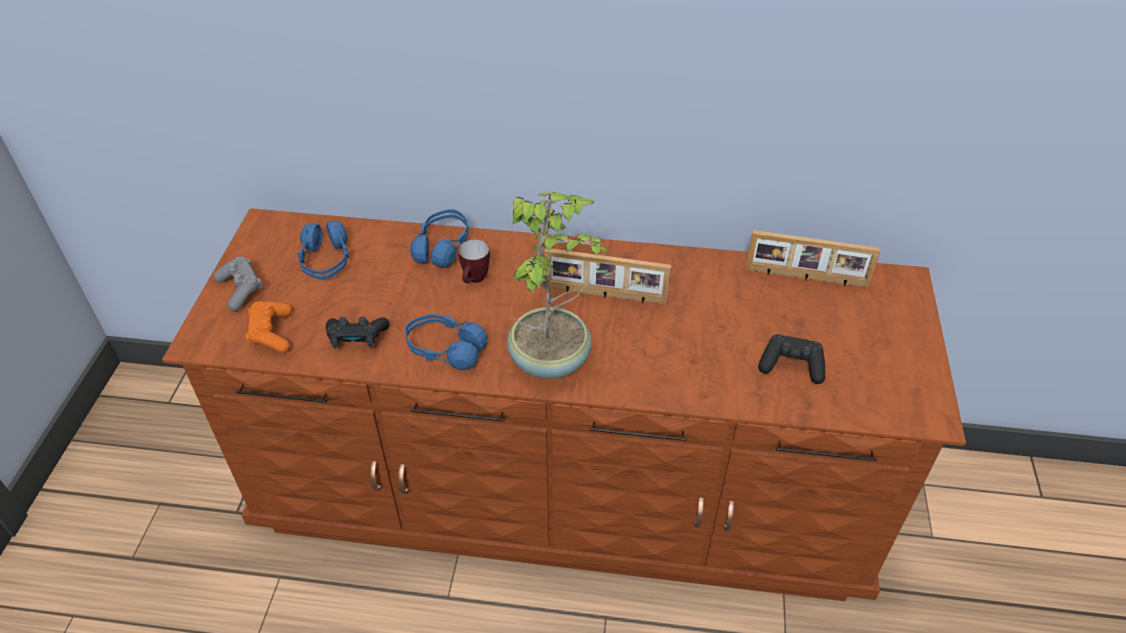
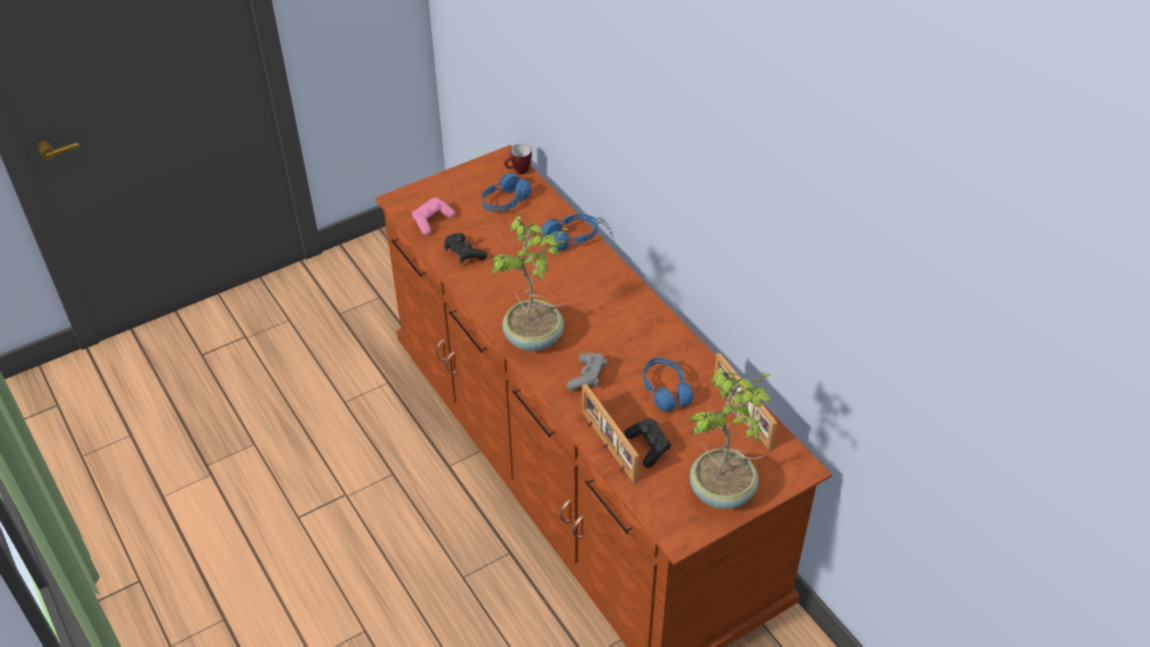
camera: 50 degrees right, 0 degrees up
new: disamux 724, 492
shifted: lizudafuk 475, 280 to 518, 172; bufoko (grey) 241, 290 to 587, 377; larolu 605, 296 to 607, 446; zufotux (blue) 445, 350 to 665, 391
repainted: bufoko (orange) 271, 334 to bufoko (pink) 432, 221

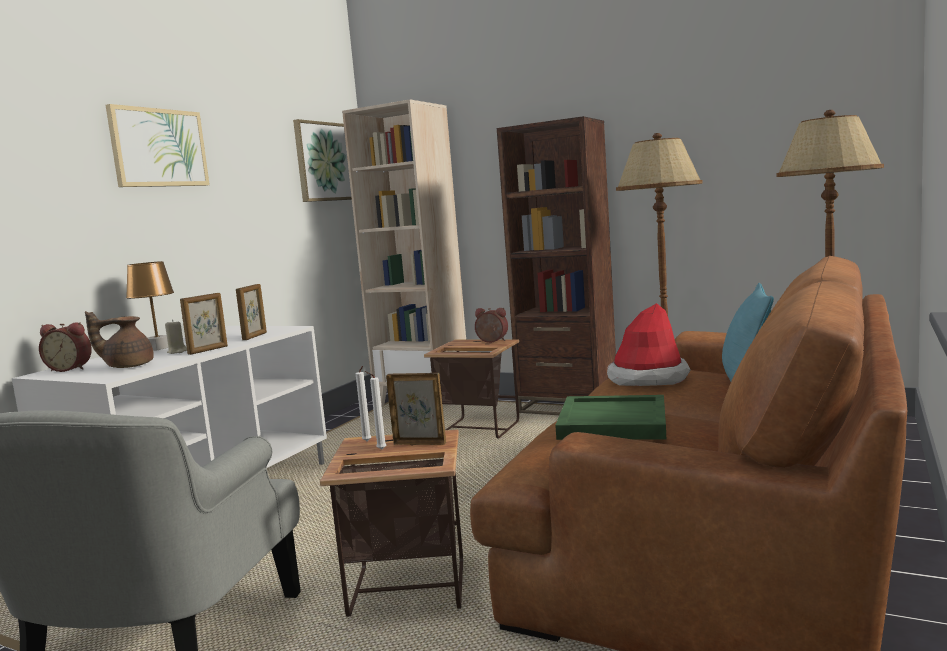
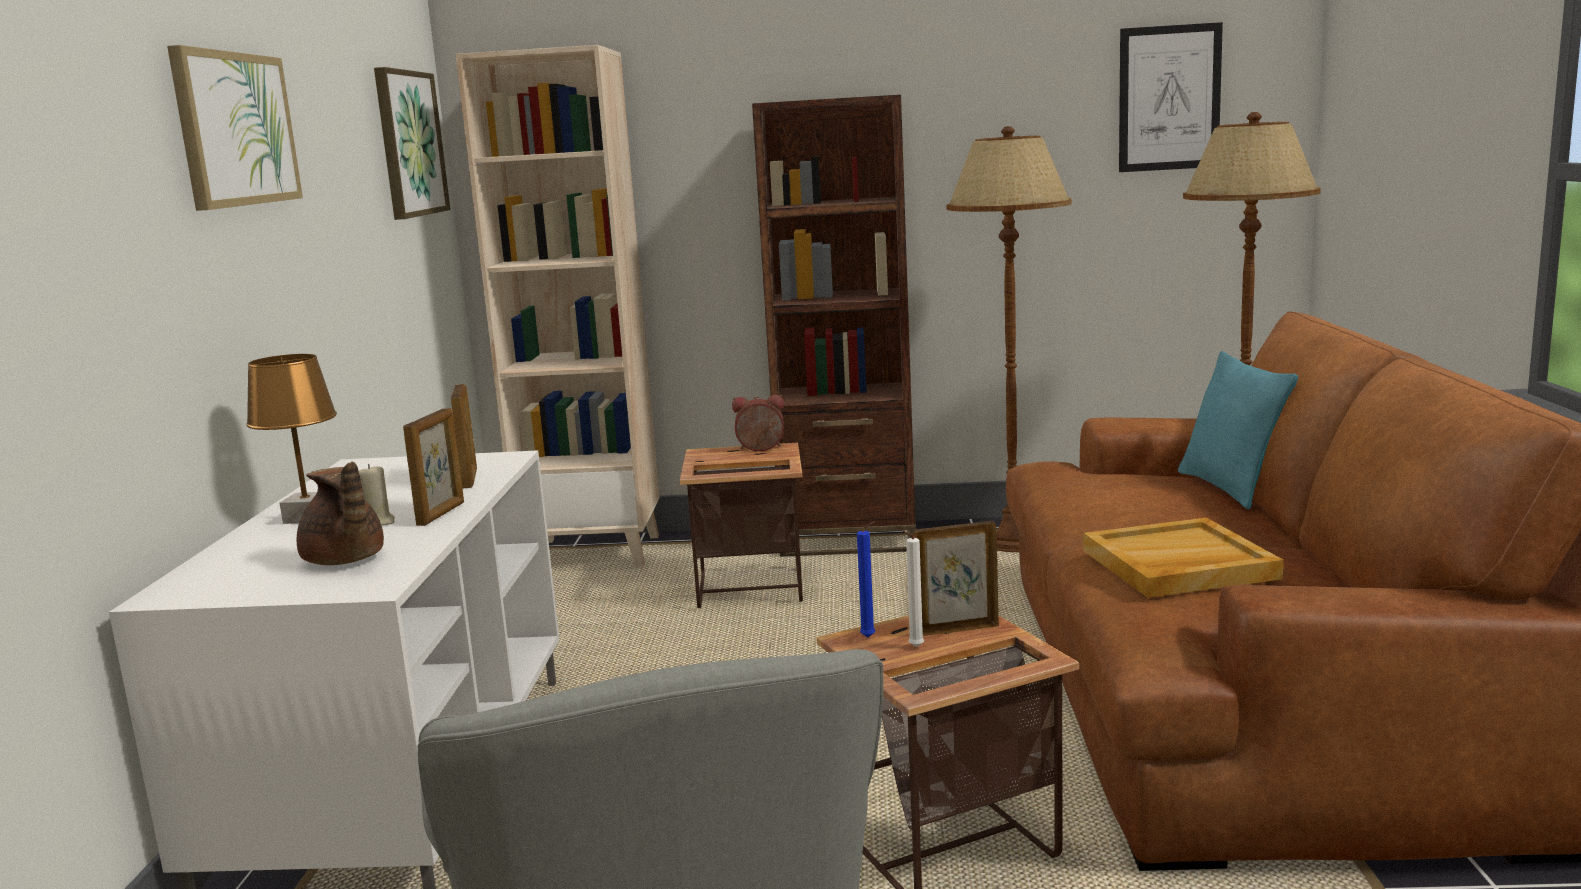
camera: 25 degrees left, 5 degrees up
gone: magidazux 71, 369; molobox 648, 378
new: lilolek 1169, 98
repainted: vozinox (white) 367, 442 to vozinox (blue) 870, 638; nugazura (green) 611, 423 to nugazura (beige) 1177, 565
rotated: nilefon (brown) 128, 366 = 344, 561 90 degrees counterclockwise

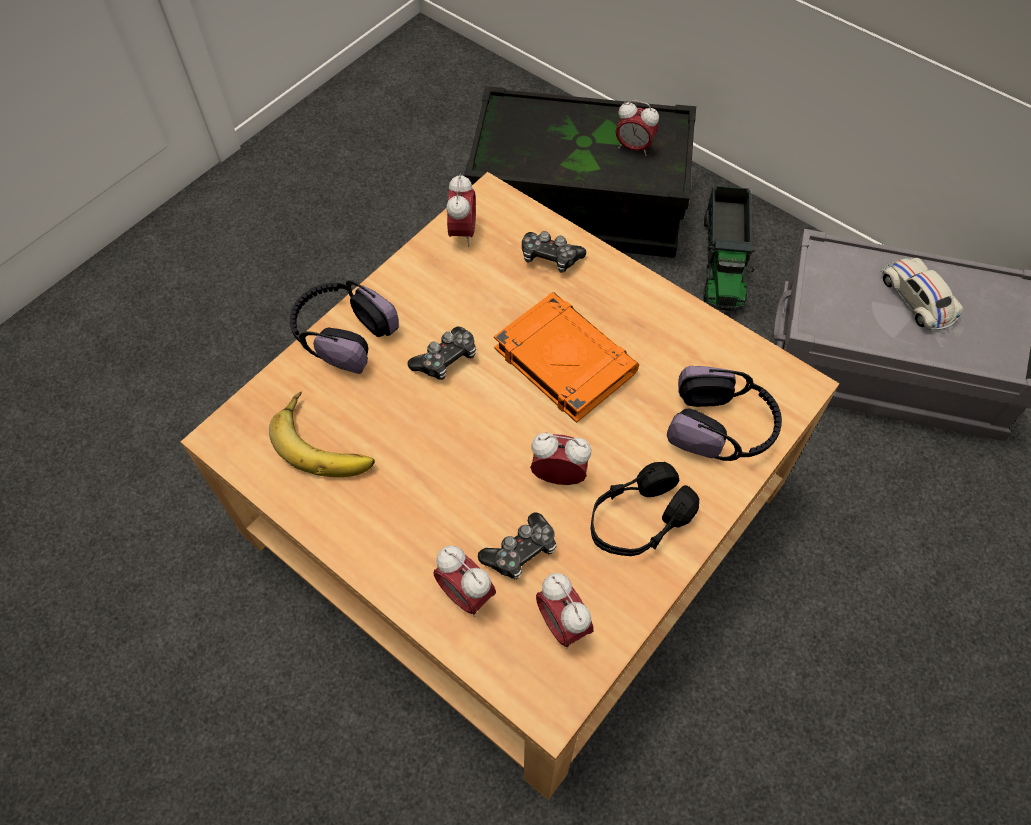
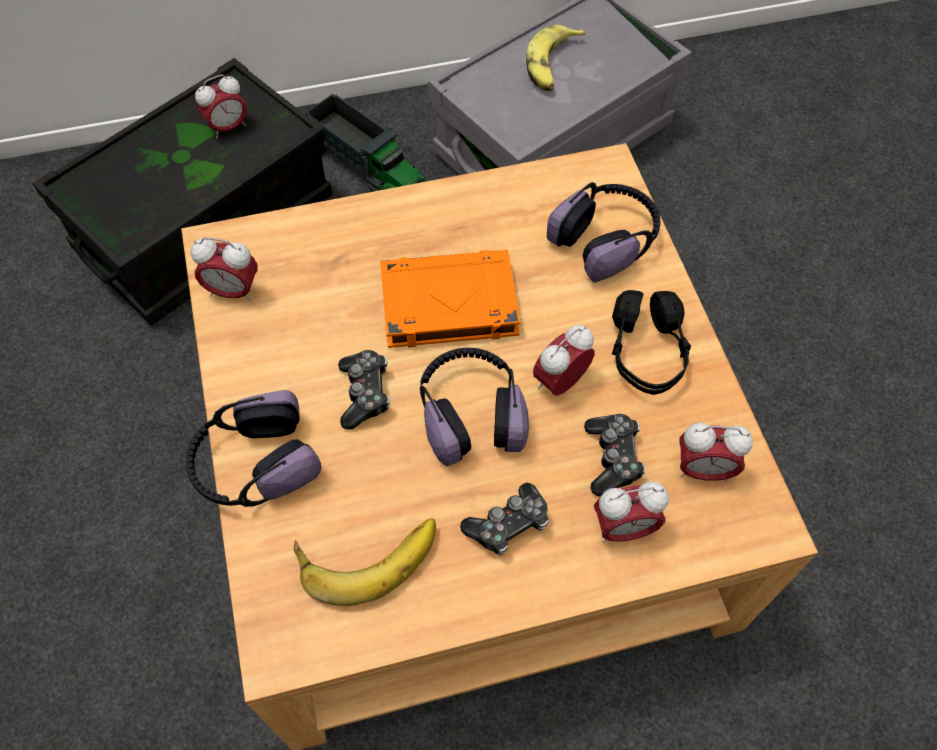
camera: 55 degrees left, 0 degrees up
new: zufotux 471, 413
shifted: bufoko 550, 257 to 508, 525
swapped: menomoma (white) 916, 298 to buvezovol 551, 65
rotated: magidazux 463, 232 = 233, 291 150 degrees clockwise

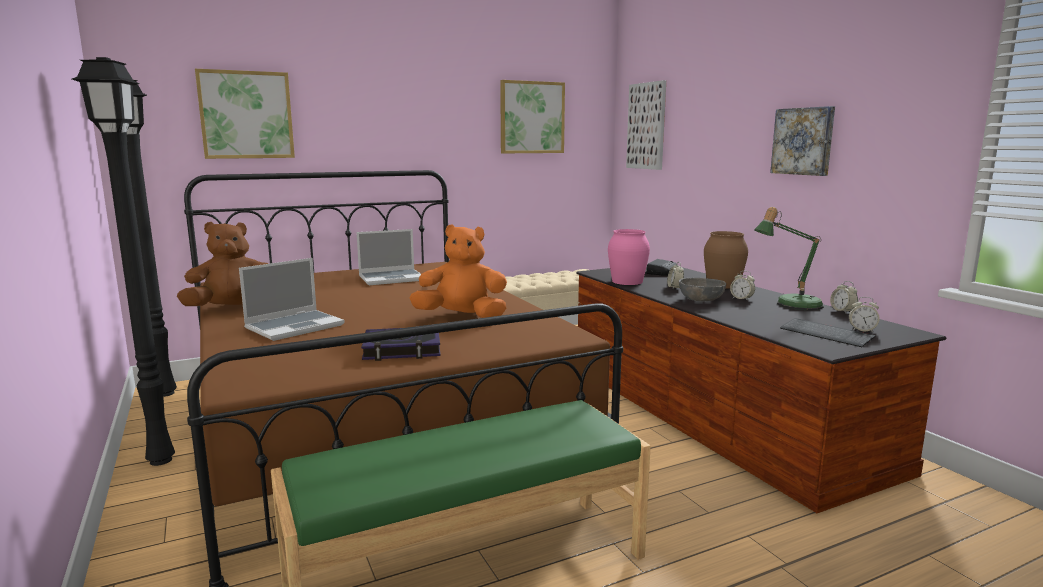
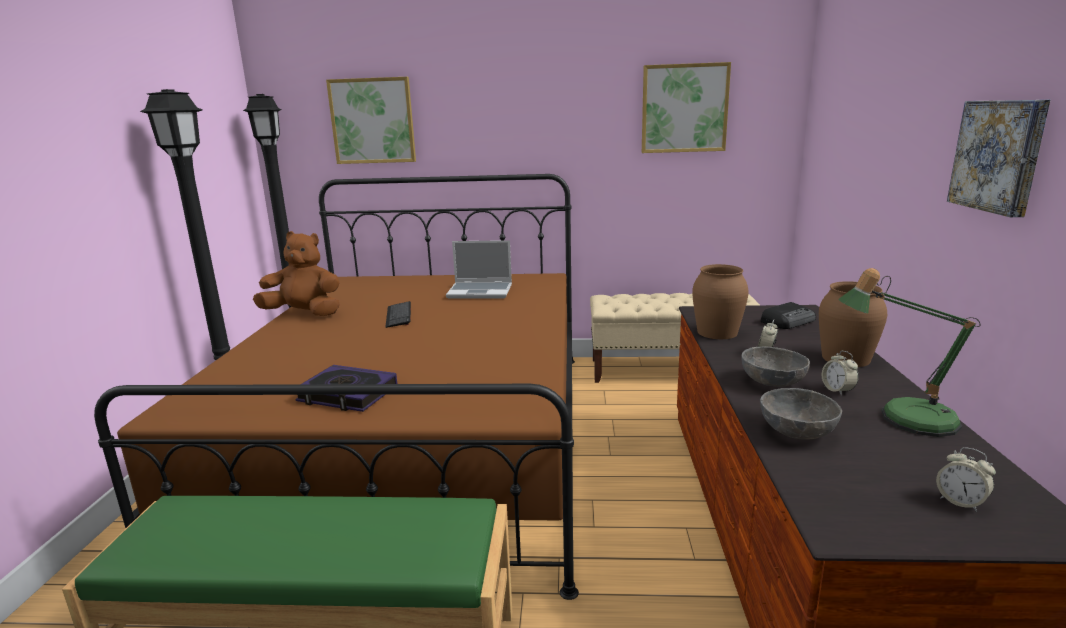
camera: 30 degrees right, 5 degrees up
gone: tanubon 295, 326; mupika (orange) 462, 317; lilolek 646, 126; magidazux 842, 311
new: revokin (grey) 796, 431
shifted: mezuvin 826, 334 to 398, 316
repainted: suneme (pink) 627, 281 to suneme (brown) 716, 332

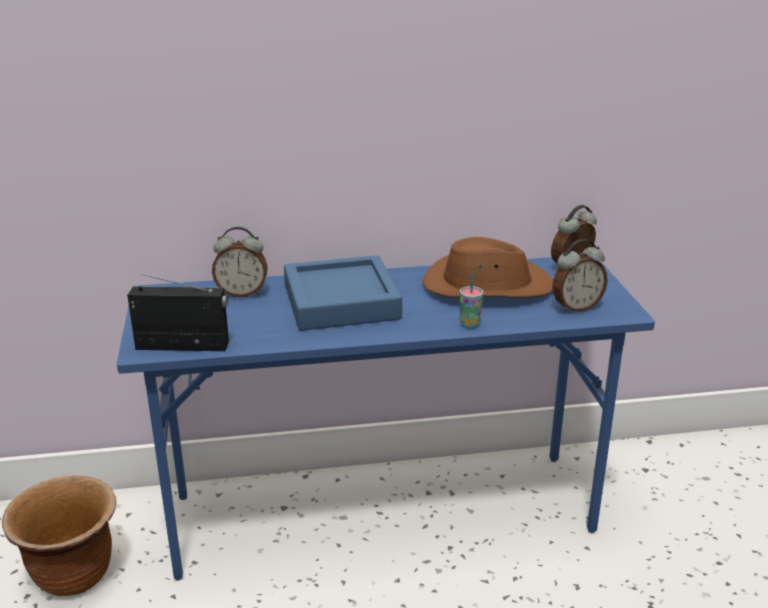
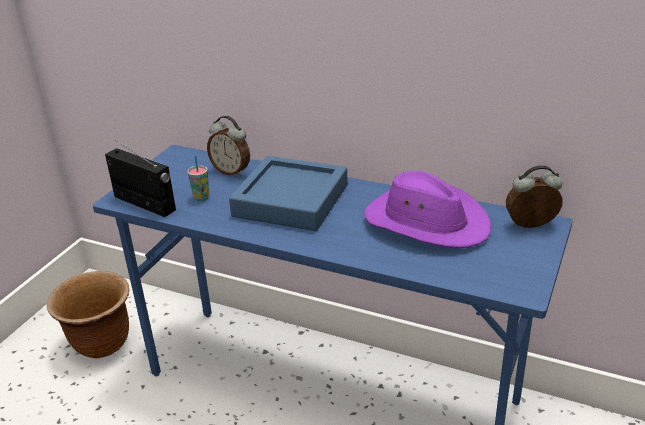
camera: 35 degrees right, 5 degrees up
gone: magidazux 576, 307
shifted: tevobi 469, 325 to 201, 198
repainted: molobox (brown) 486, 286 to molobox (purple) 426, 221

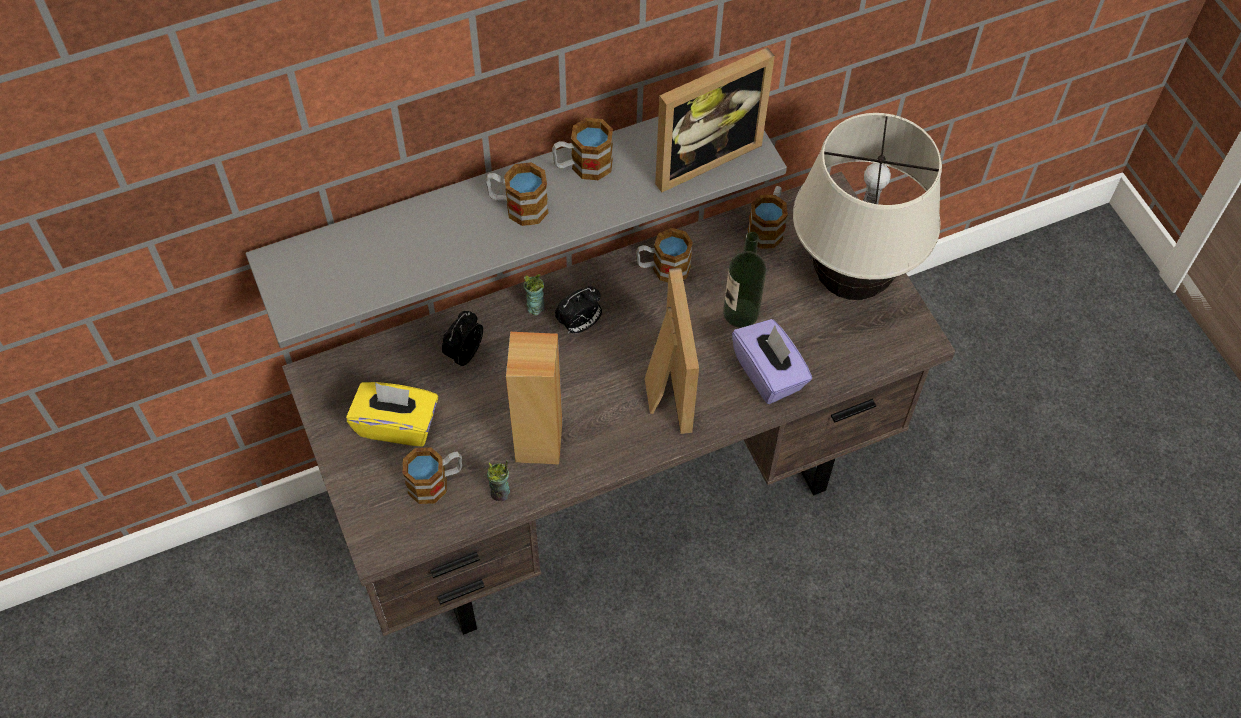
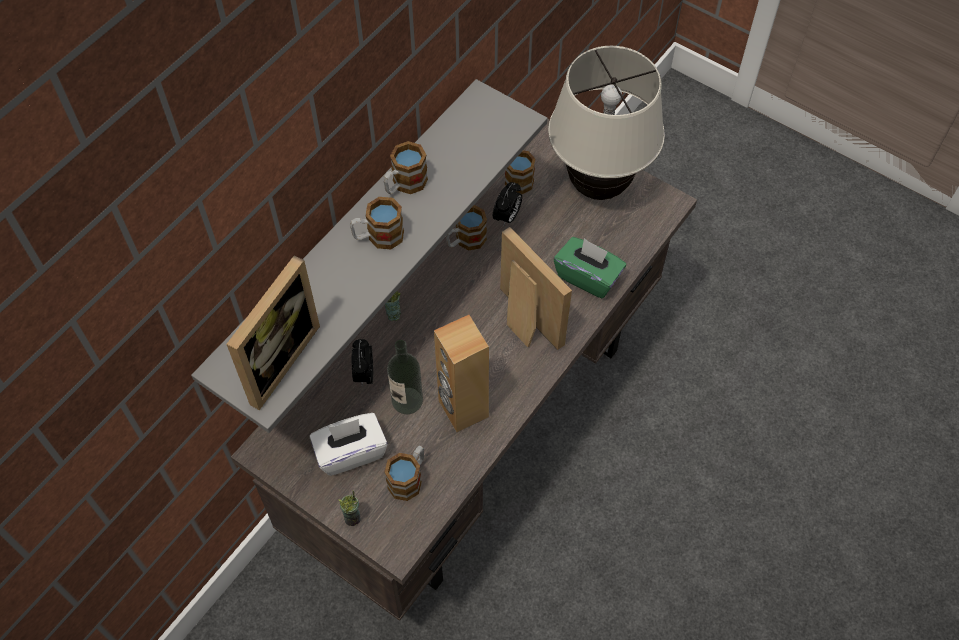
camera: 30 degrees left, 0 degrees up
shifted: larolu 701, 155 to 274, 359; tevobi 500, 493 to 353, 518; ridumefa 741, 313 to 407, 400; magidazux 579, 325 to 507, 217
repainted: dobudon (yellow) 397, 424 to dobudon (white) 350, 452; dobudon (purple) 769, 373 to dobudon (green) 588, 277

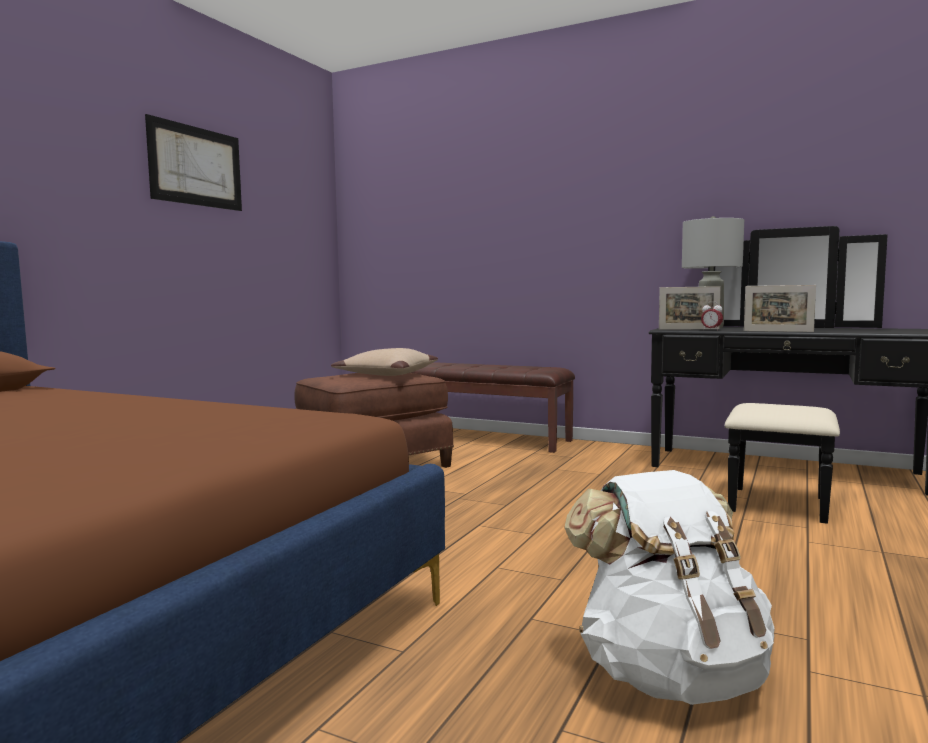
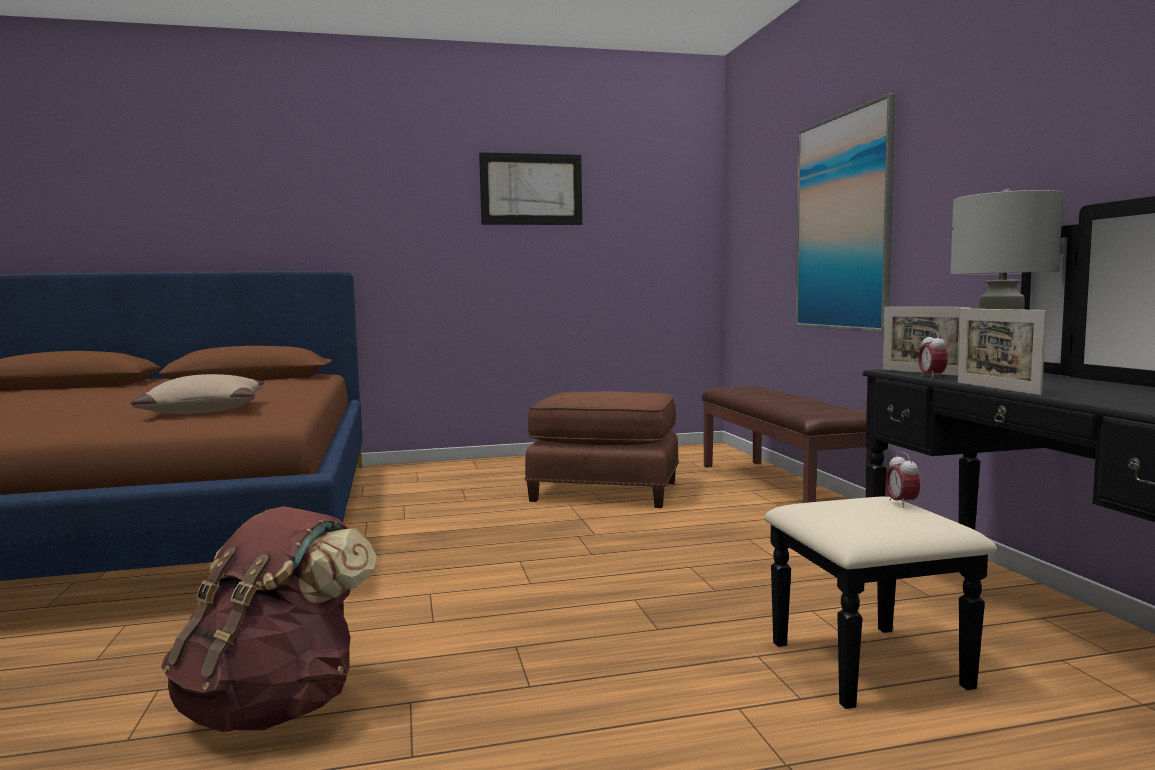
camera: 50 degrees right, 0 degrees up
new: lilolek 843, 223; magidazux 901, 504
shifted: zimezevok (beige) 386, 374 to 202, 410
repainted: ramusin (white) 670, 674 to ramusin (brown) 275, 706

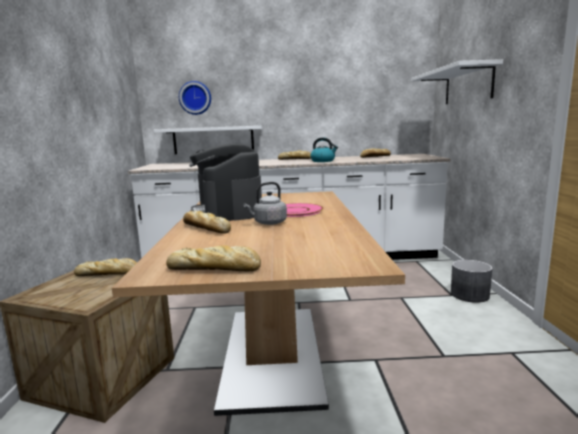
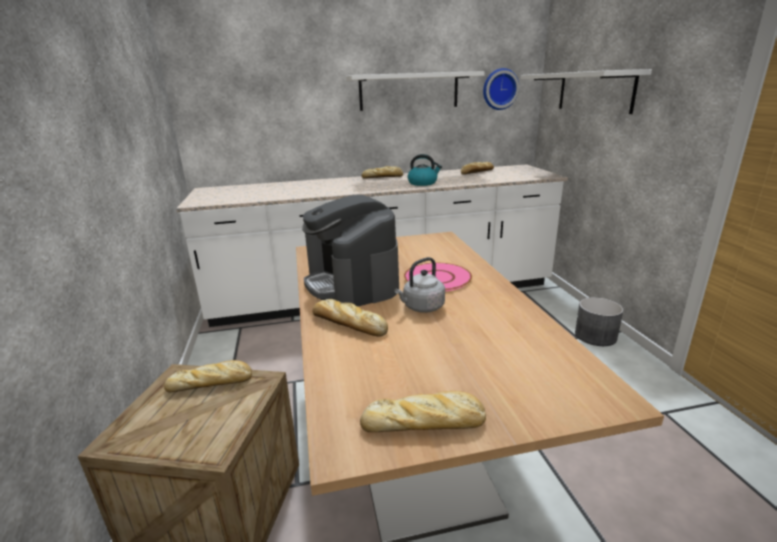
camera: 10 degrees left, 10 degrees up
shifted: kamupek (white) 213, 140 to 409, 91; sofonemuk 195, 98 to 499, 89

